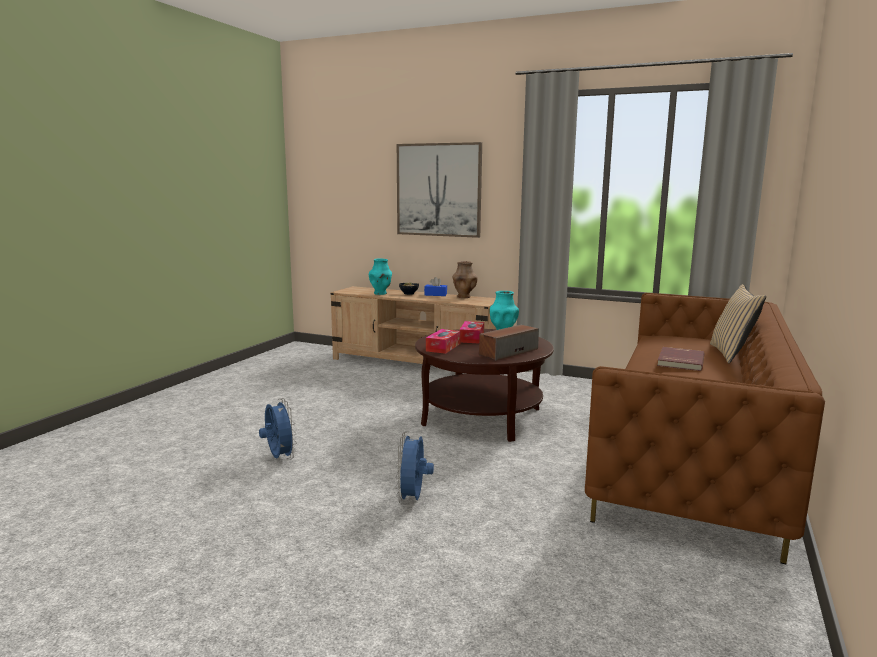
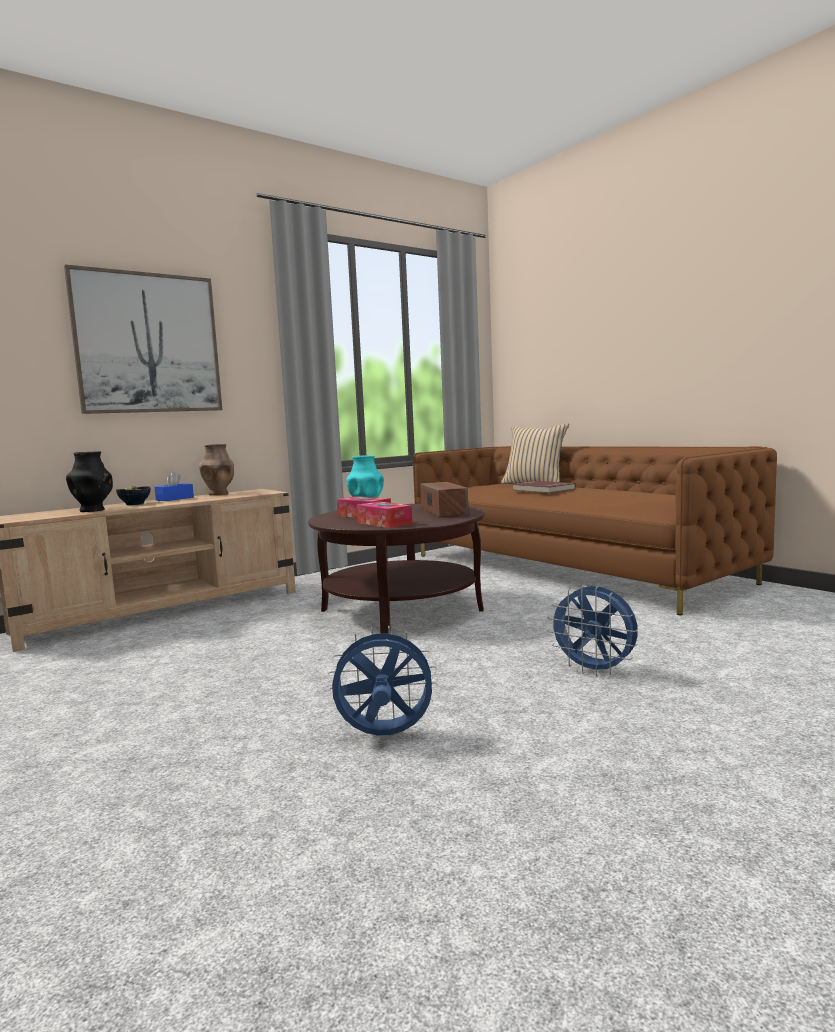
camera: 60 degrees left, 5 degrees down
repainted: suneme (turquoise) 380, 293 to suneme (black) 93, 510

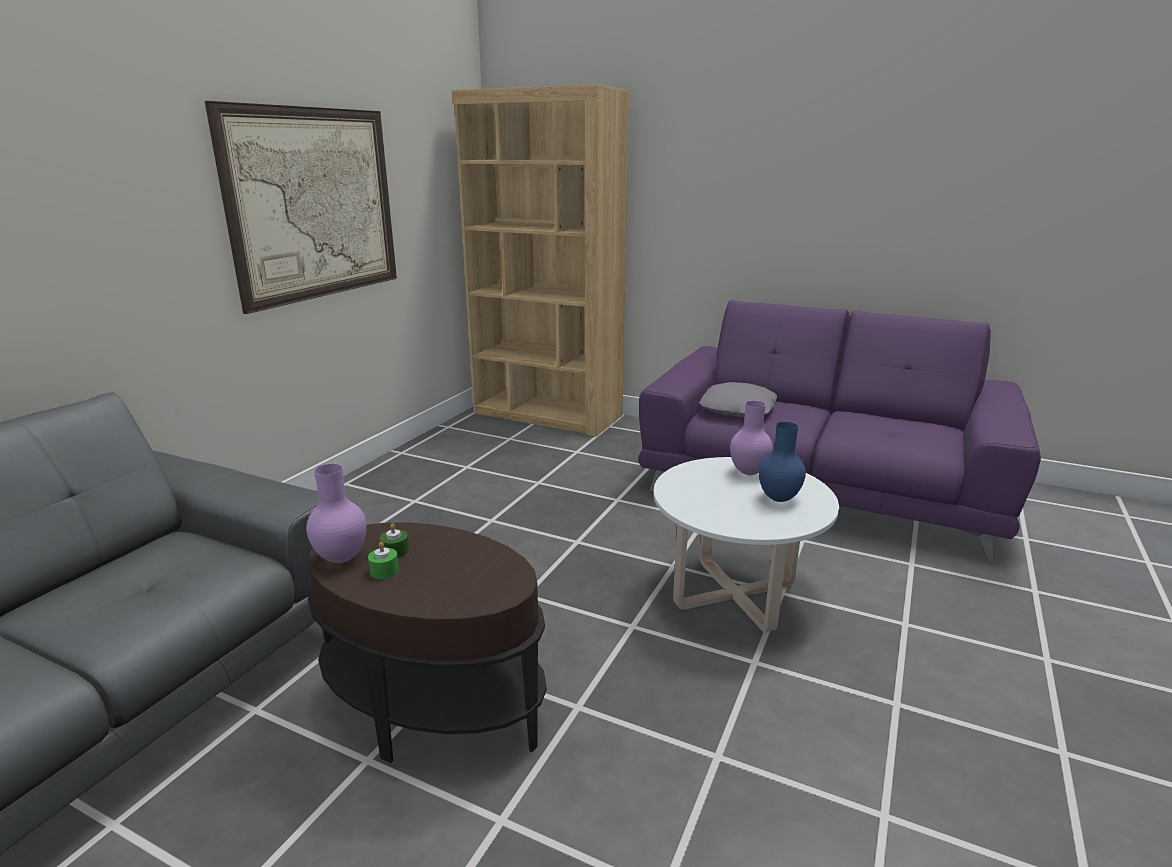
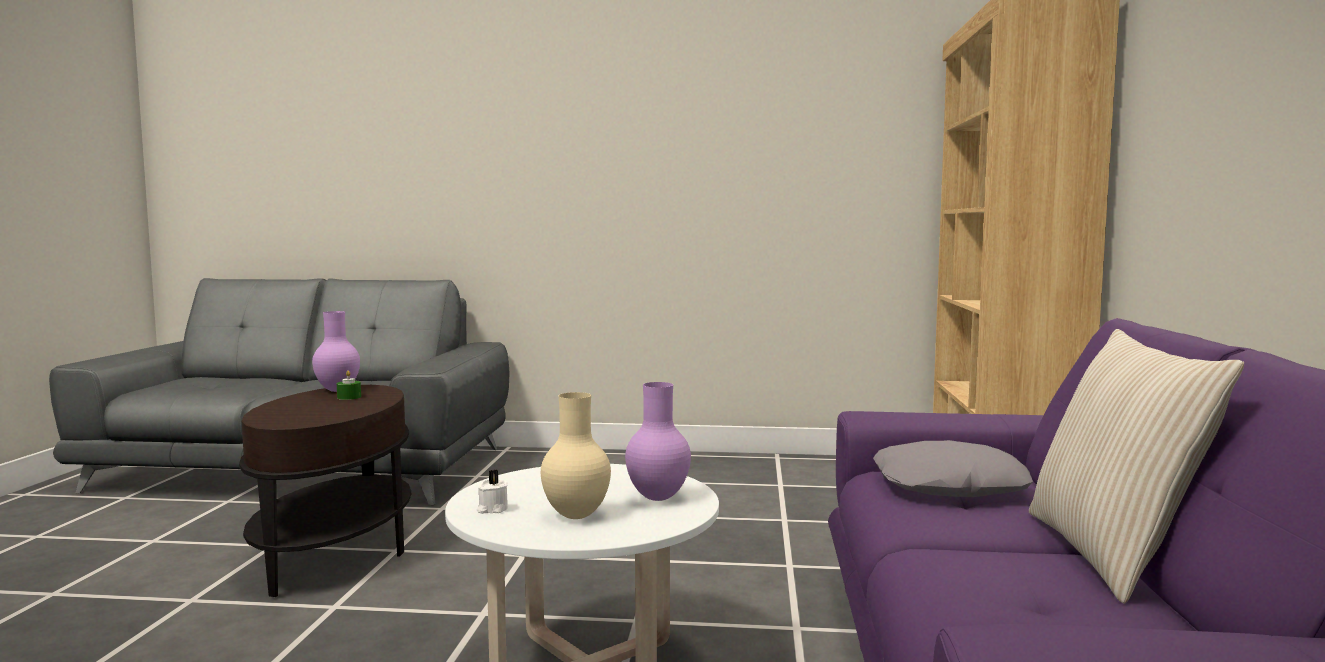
camera: 70 degrees right, 15 degrees down
gone: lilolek 315, 204; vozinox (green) 384, 571
new: vozinox (white) 492, 509; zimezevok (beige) 1112, 555
repainted: suneme (blue) 779, 498 to suneme (beige) 577, 516

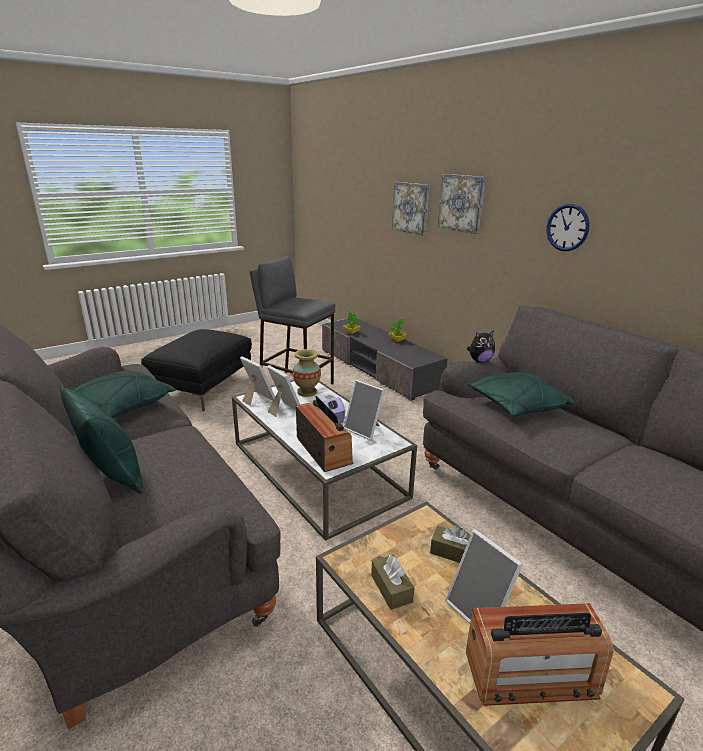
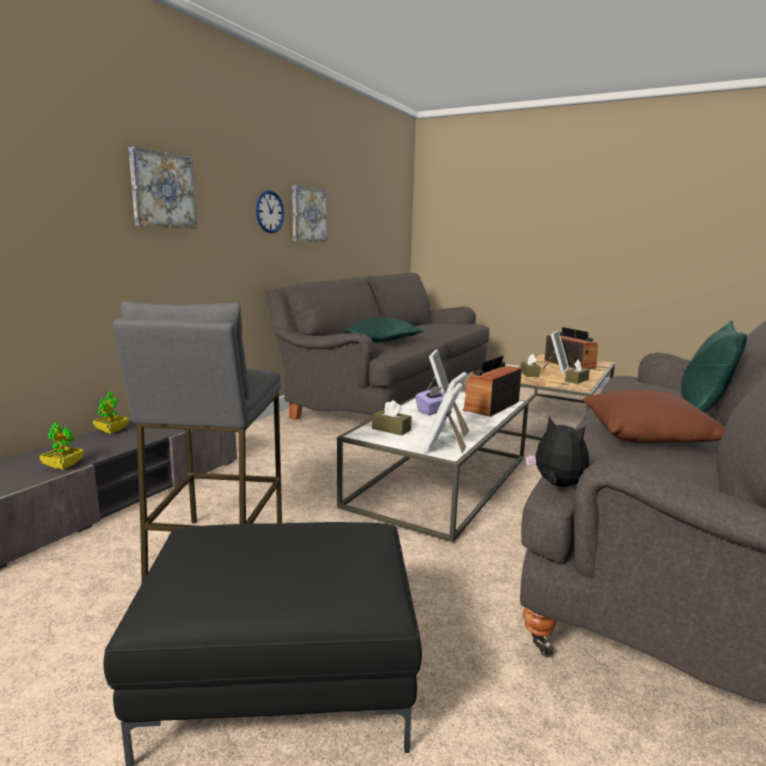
camera: 115 degrees left, 10 degrees down
shifted: lilolek 411, 208 to 308, 215; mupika 479, 361 to 556, 485
swapped: suneme 307, 392 to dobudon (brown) 391, 429
repainted: zimezevok (green) 121, 406 to zimezevok (brown) 648, 436

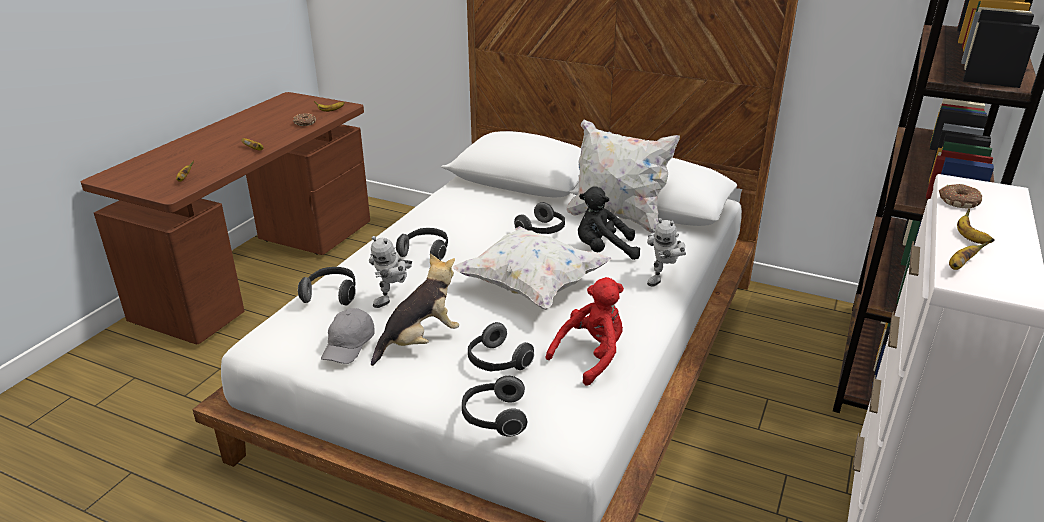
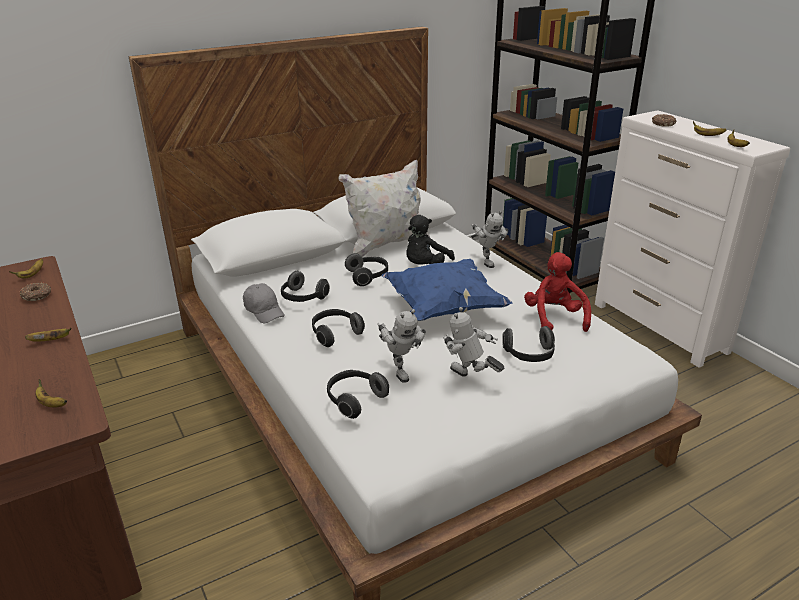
camera: 55 degrees left, 0 degrees up
shifted: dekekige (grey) 349, 345 to 264, 311; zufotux 494, 418 to 303, 298
swapped: mupika 420, 341 to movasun 469, 379
repainted: zimezevok (white) 531, 287 to zimezevok (blue) 443, 308

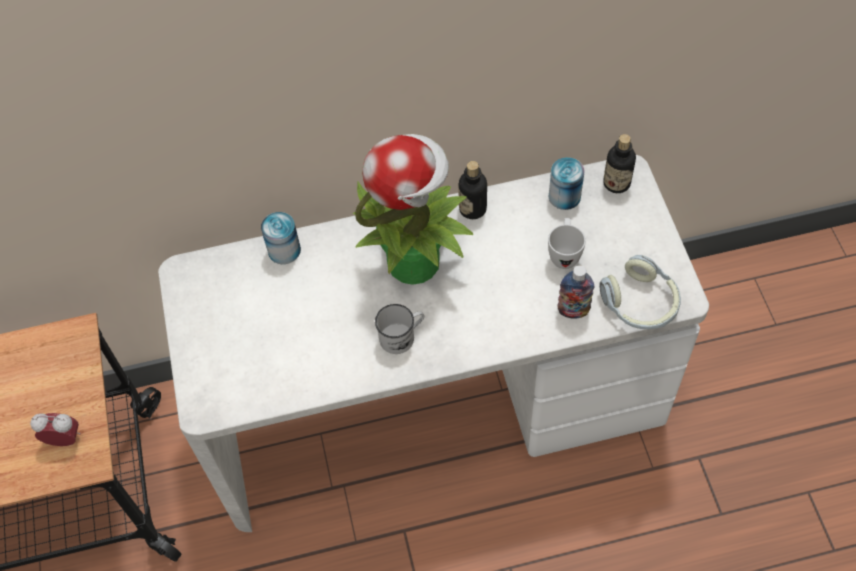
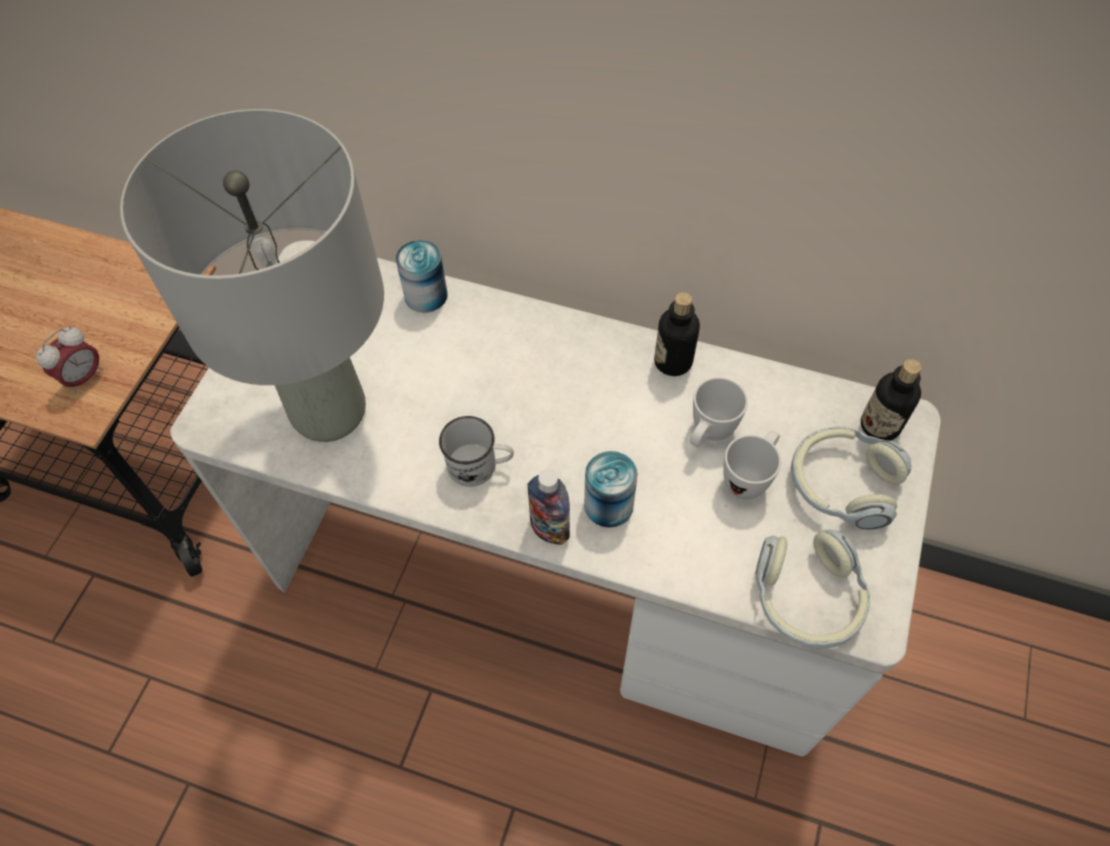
camera: 30 degrees right, 0 degrees up
gone: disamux 415, 260
new: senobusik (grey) 328, 410; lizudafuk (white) 708, 434; zufotux 841, 484
shifted: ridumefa 573, 311 to 549, 529; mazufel 564, 196 to 608, 505
rotated: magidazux 65, 439 = 83, 377 90 degrees clockwise

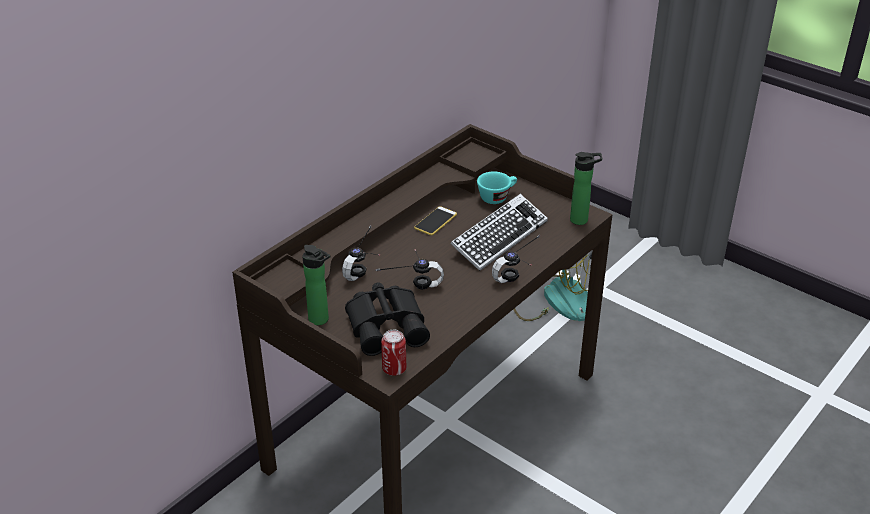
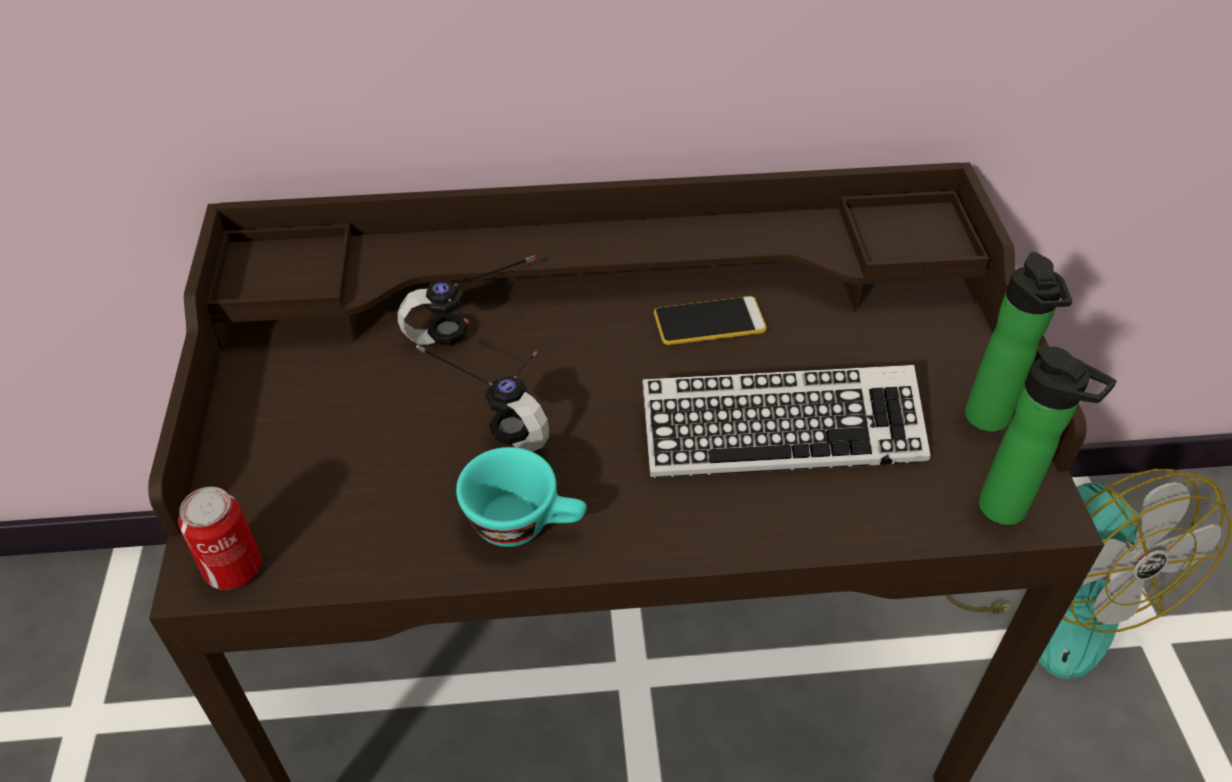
camera: 45 degrees right, 10 degrees up
gone: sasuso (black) 388, 325; zufotux 522, 277
shifted: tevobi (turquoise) 497, 197 to 525, 523; ridumefa 321, 320 to 989, 421

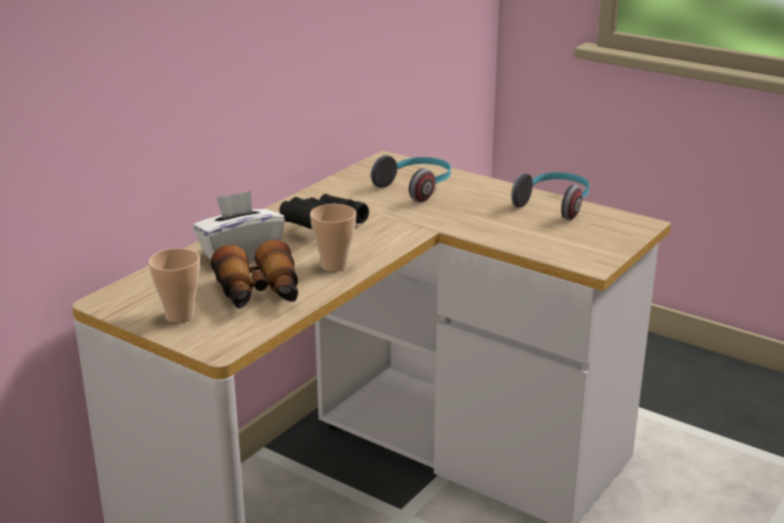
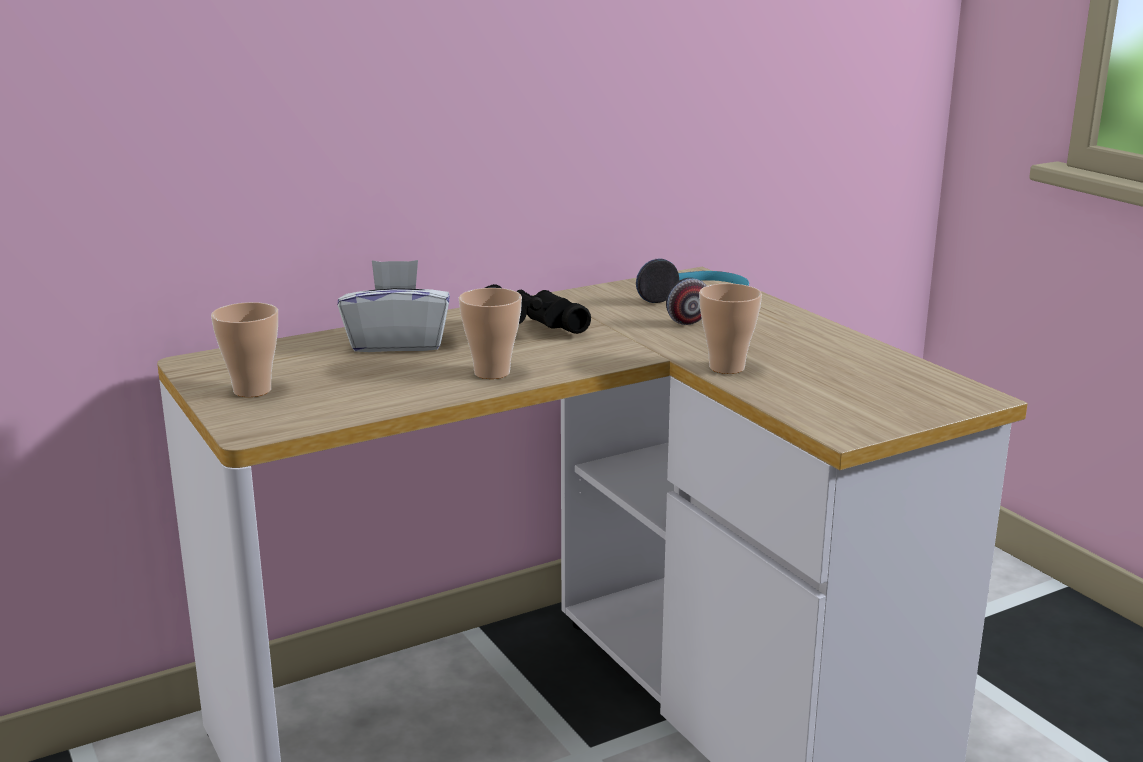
camera: 25 degrees right, 5 degrees down
gone: sasuso 259, 294; zufotux 555, 205
new: tevobi 727, 367

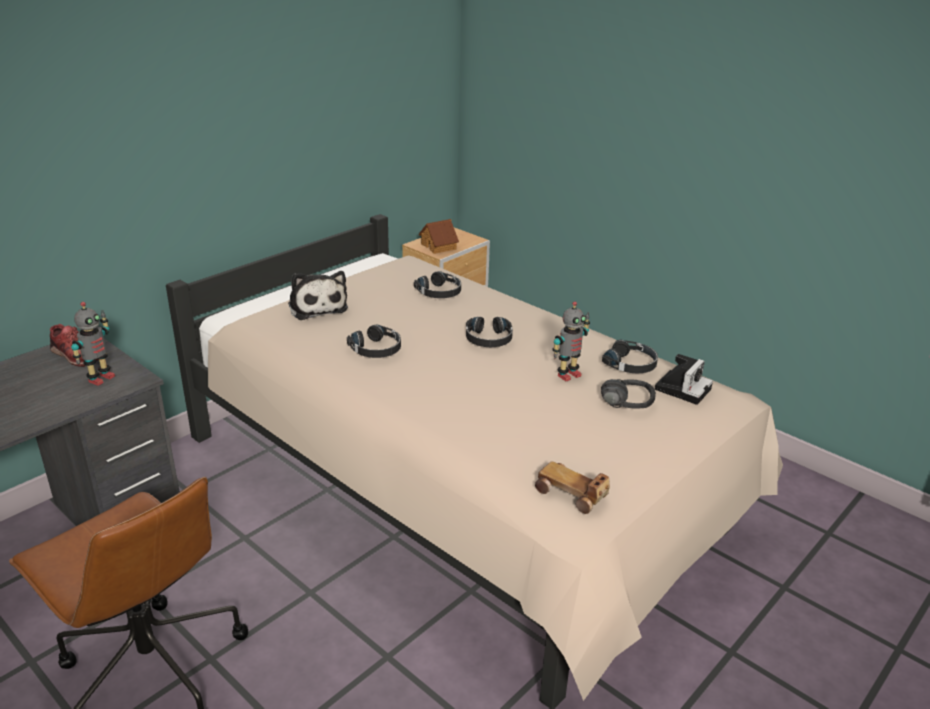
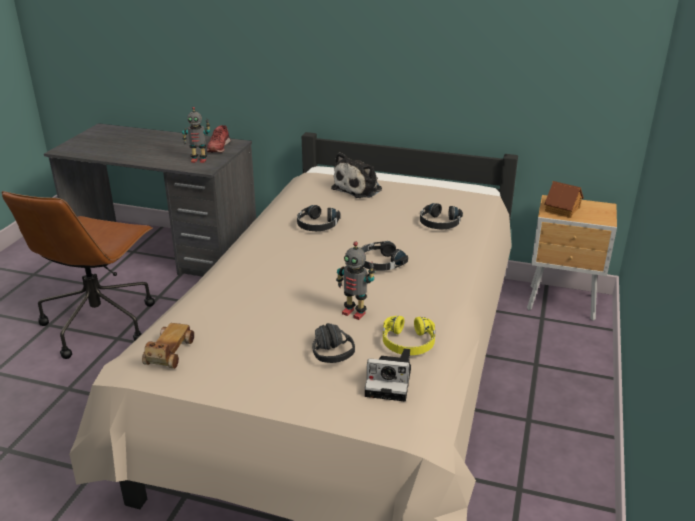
camera: 65 degrees right, 0 degrees up
repainted: zufotux (black) 631, 364 to zufotux (yellow) 408, 343

